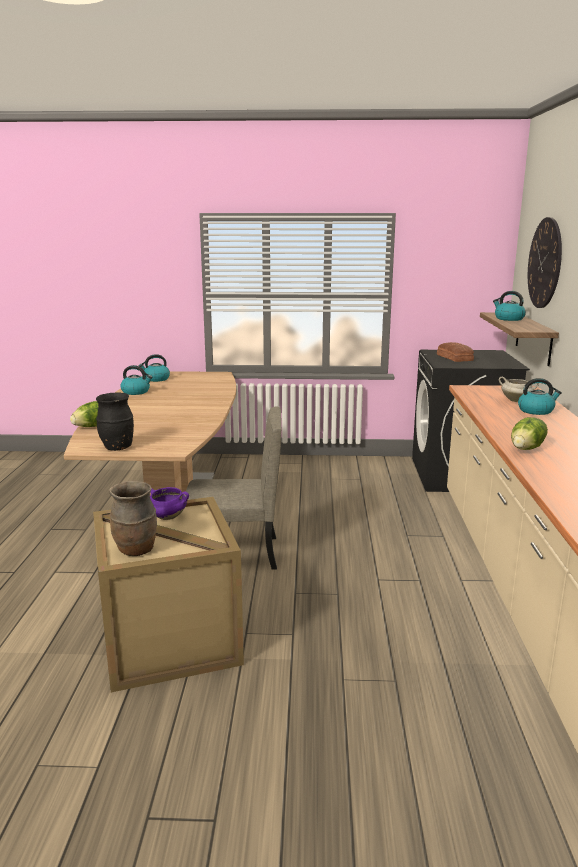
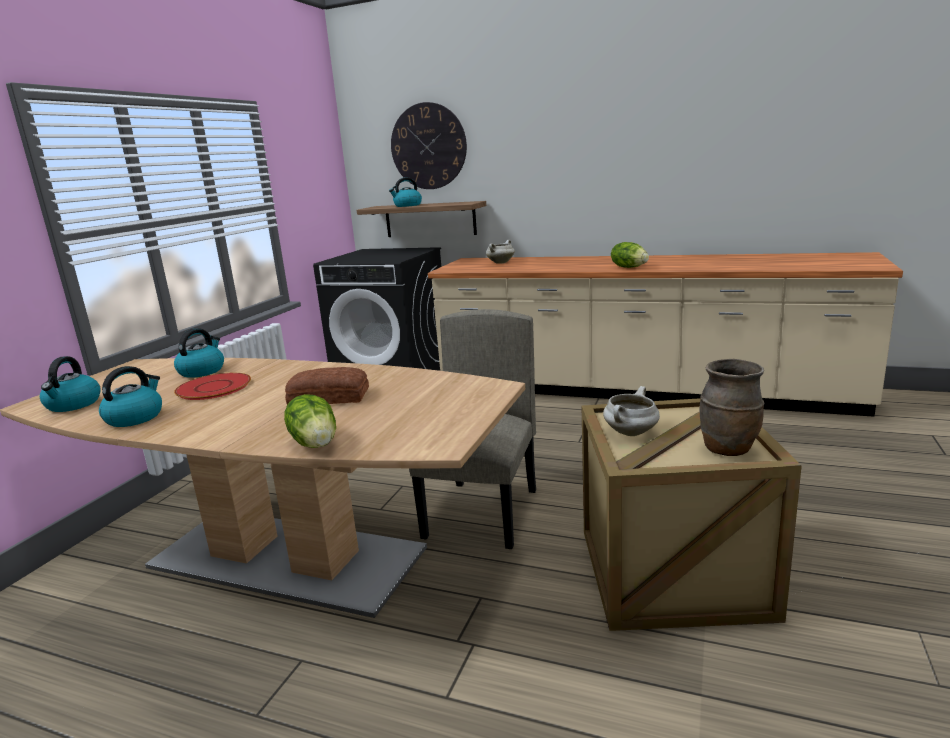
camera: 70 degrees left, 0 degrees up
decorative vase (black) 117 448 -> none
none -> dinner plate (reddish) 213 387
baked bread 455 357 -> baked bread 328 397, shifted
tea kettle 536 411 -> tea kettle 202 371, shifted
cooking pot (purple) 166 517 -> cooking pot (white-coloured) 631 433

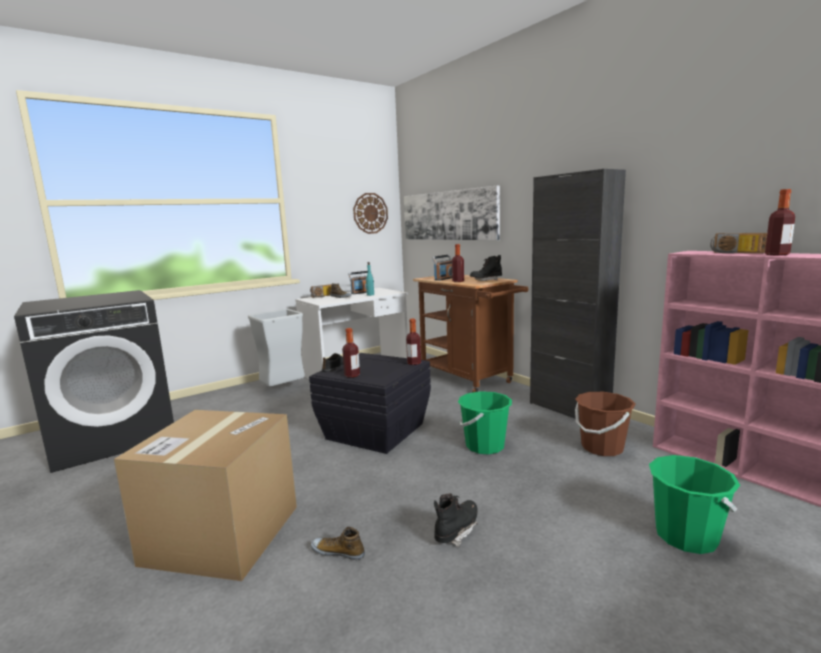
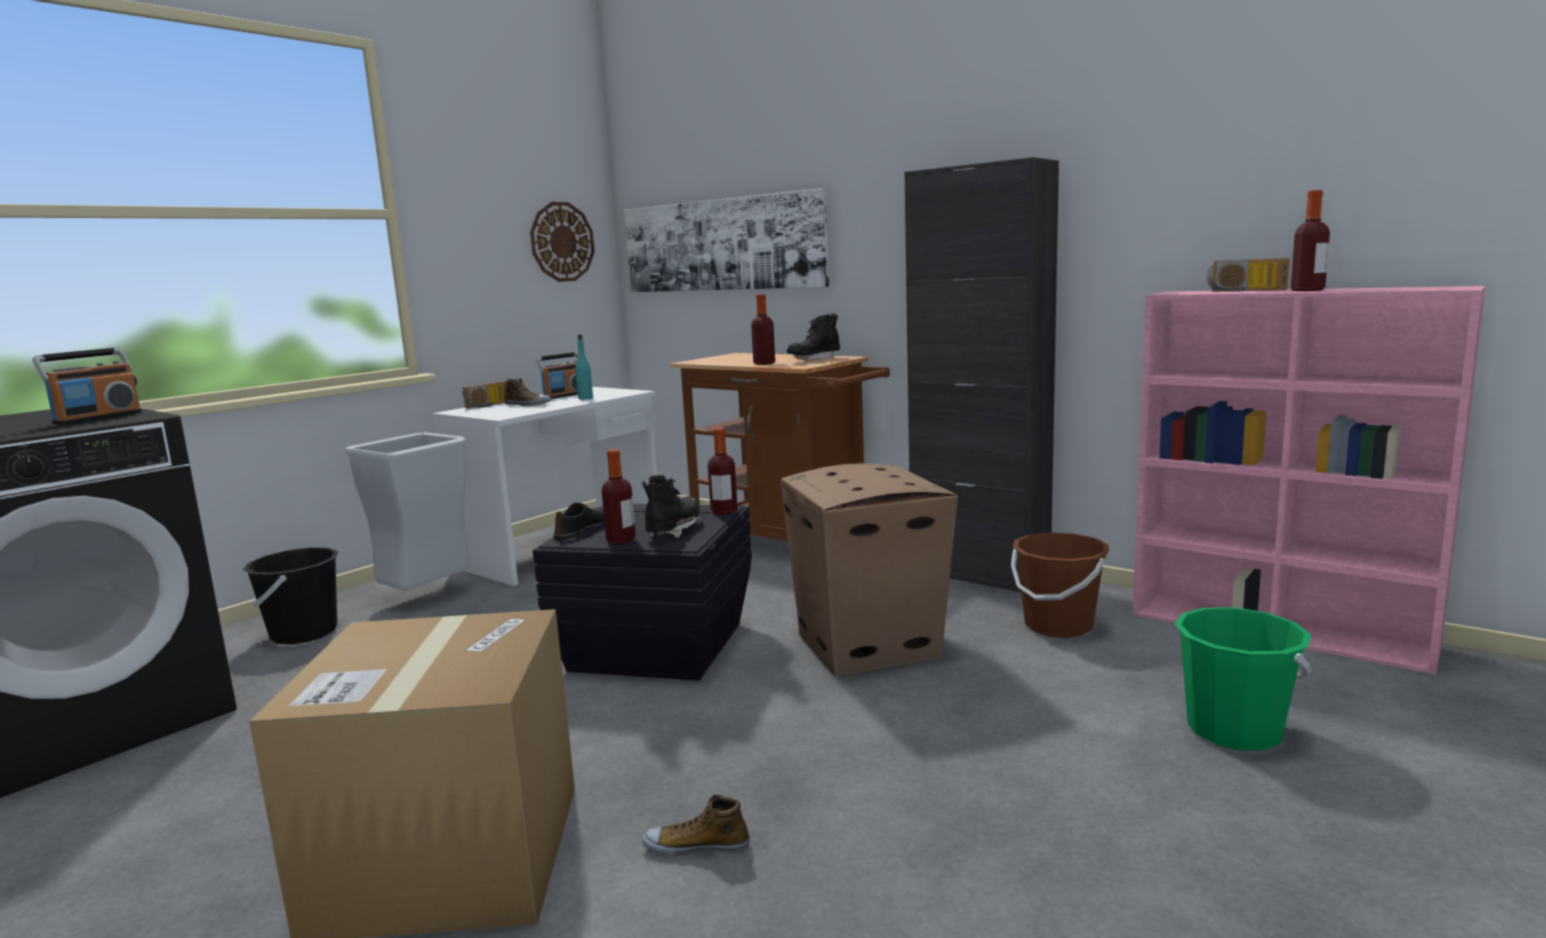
camera: 15 degrees left, 0 degrees up
none -> bucket (black) 304 633
radio 444 279 -> radio 98 418, shifted
boot (black) 456 531 -> boot (black) 674 530, shifted
bucket (greenish) 485 446 -> cardboard box 868 646

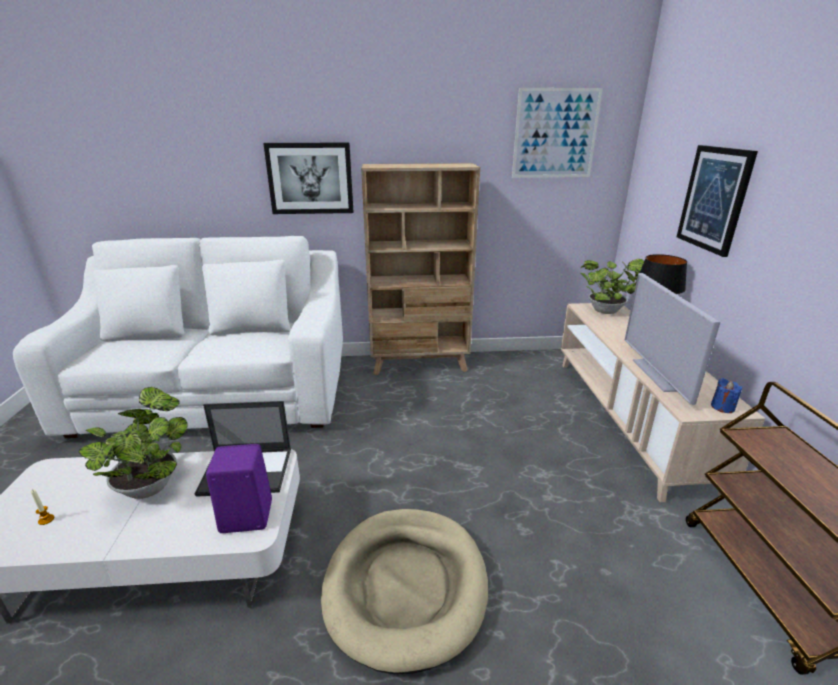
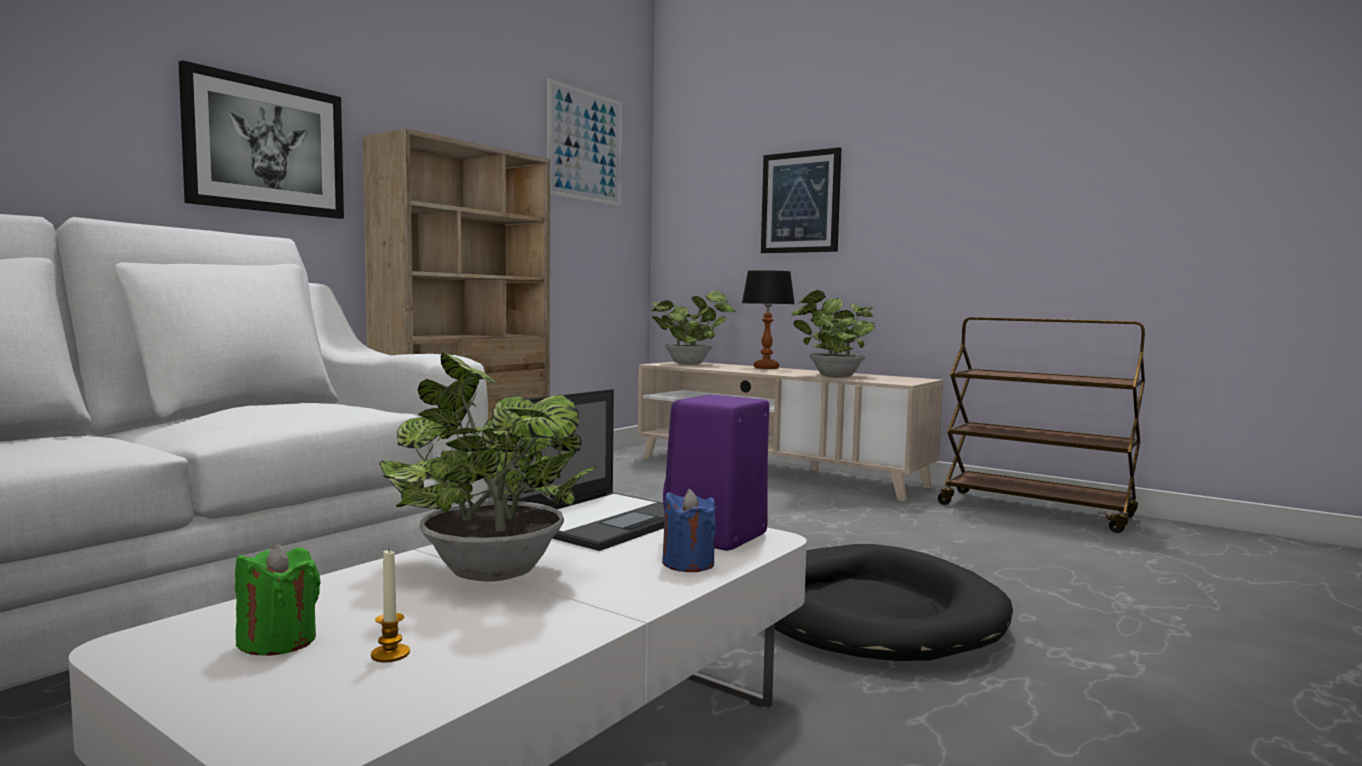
camera: 50 degrees left, 20 degrees down
none -> candle (greenish) 278 641
candle (blue) 722 407 -> candle (blue) 688 563, shifted
TV set 658 374 -> potted plant 833 376
pet bed (beige) 406 586 -> pet bed (black) 866 612

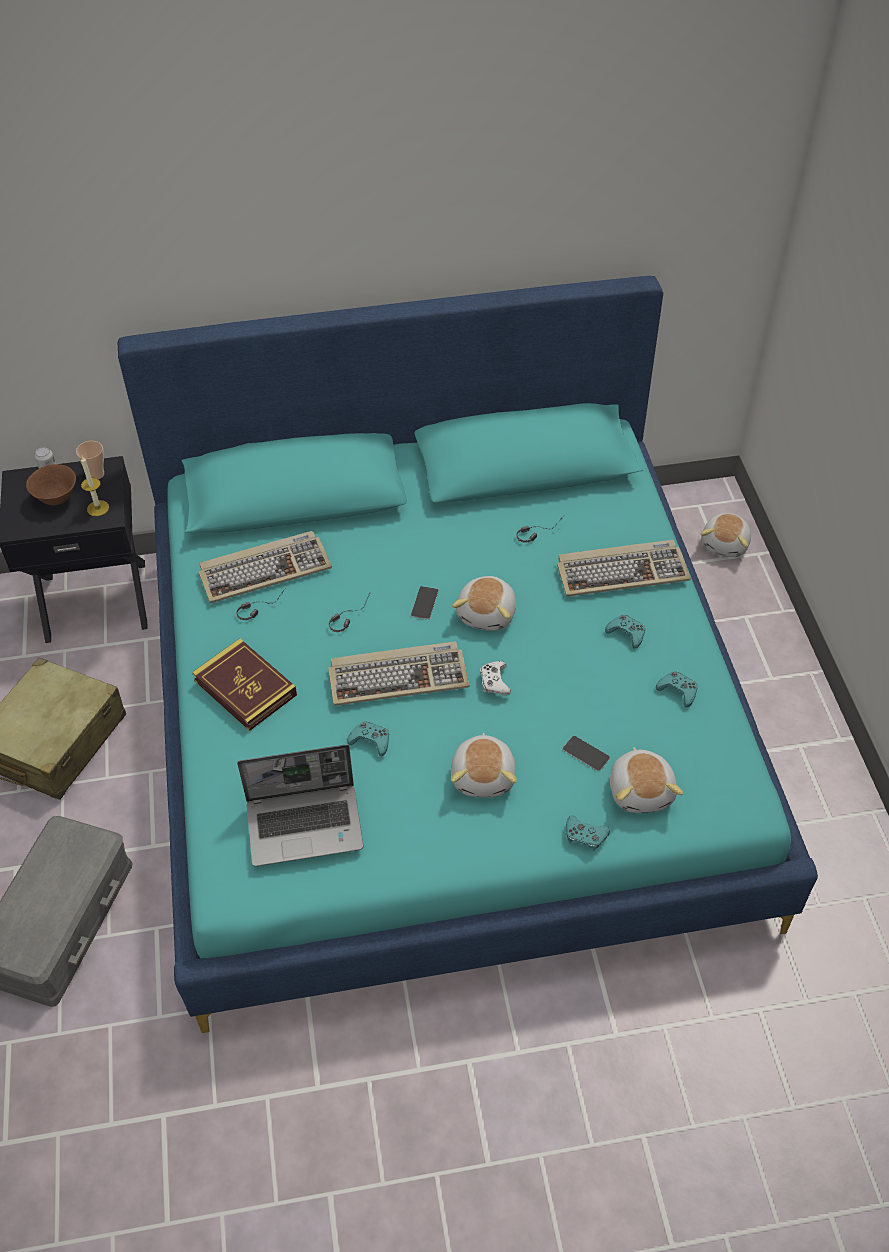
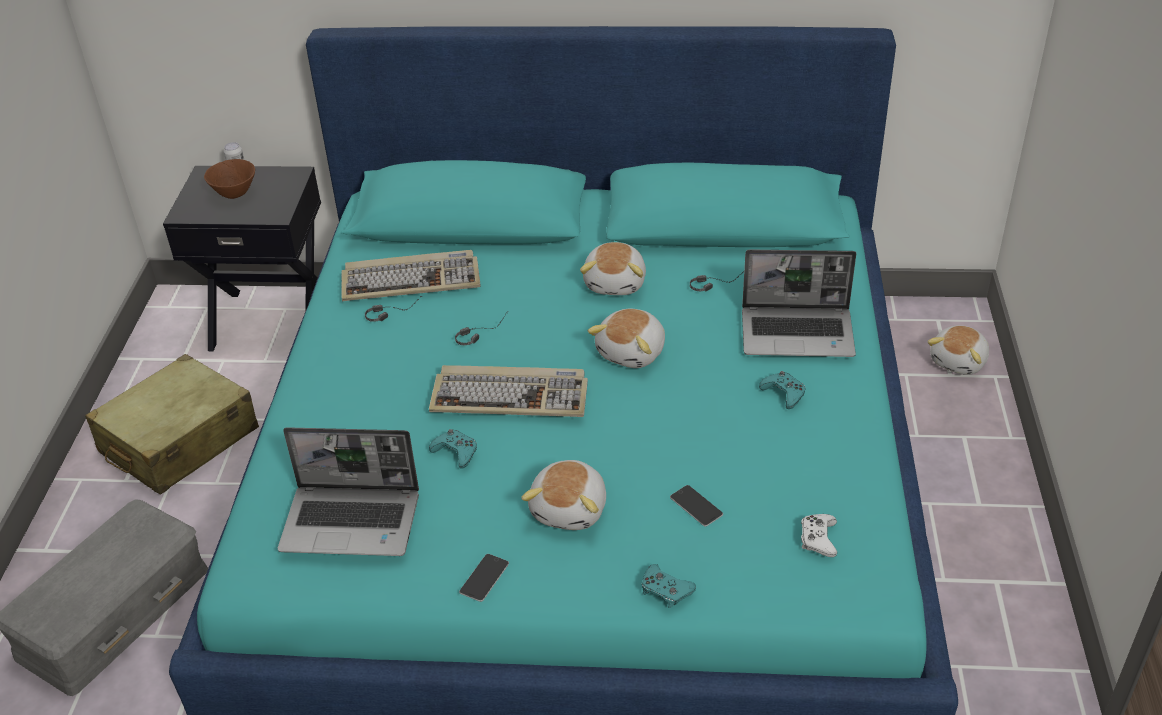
camera: 15 degrees right, 10 degrees down
drinking cup 96 474 -> none
candle 98 508 -> none
volume 245 688 -> none
joypad (turquoise) 678 691 -> none
handset 424 603 -> handset 484 577, shifted
joypad (white-coloured) 494 681 -> joypad (white-coloured) 818 539, shifted
plush toy 641 790 -> plush toy 616 283, shifted
keyboard 622 571 -> notebook computer 798 333

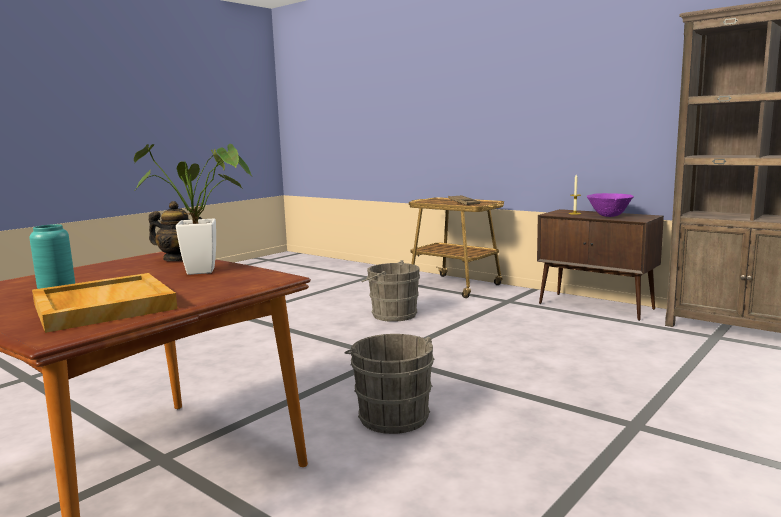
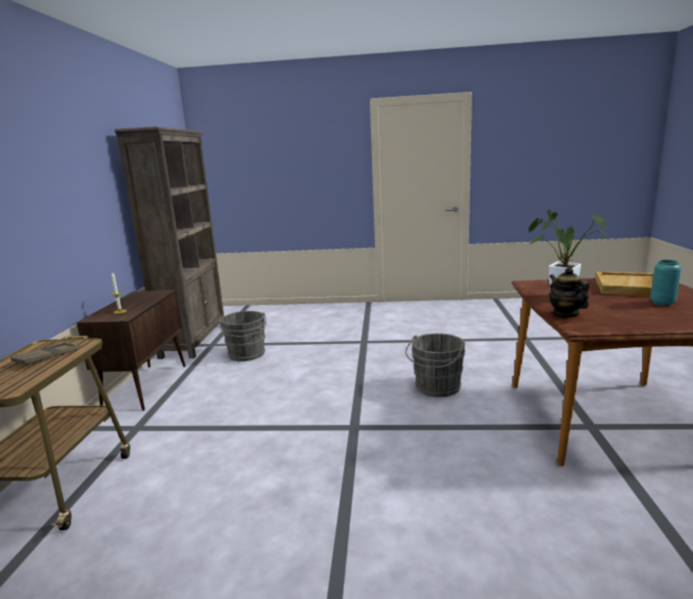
camera: 125 degrees left, 5 degrees up
deep dish (purple) 609 216 -> none
bucket (greyish) 391 314 -> bucket (greyish) 247 355, shifted

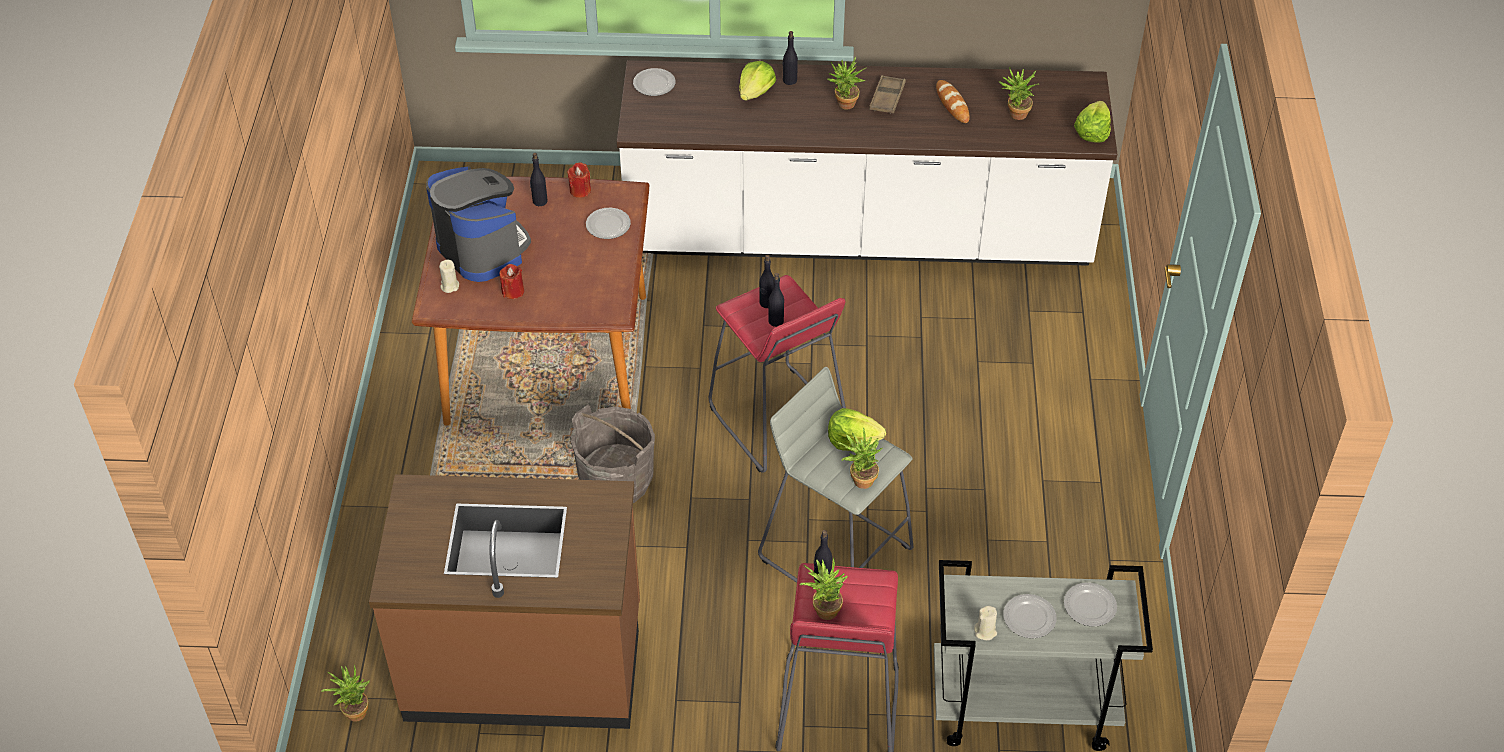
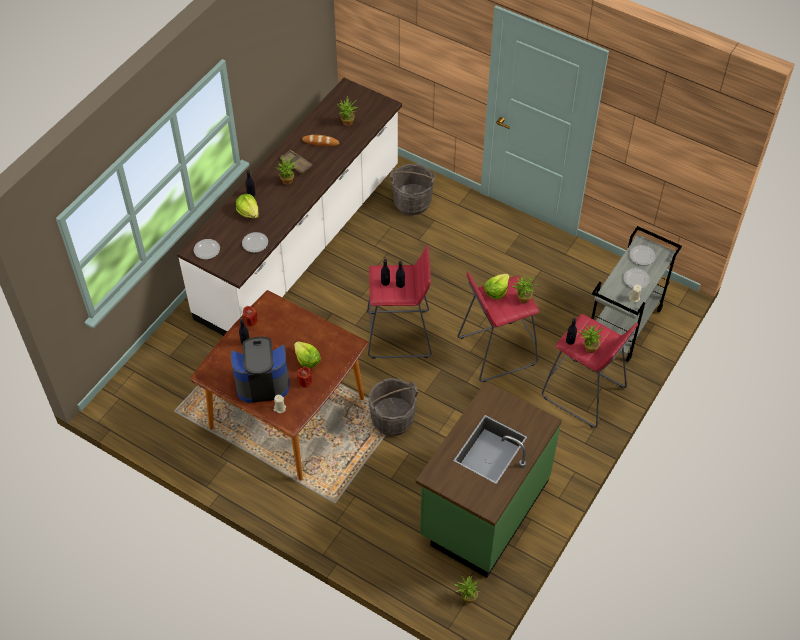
camera: 60 degrees left, 5 degrees up
none -> bucket (greyish) 412 202
dinner plate 608 225 -> dinner plate 255 243, shifted
lettuce 1092 132 -> lettuce 307 360, shifted
kitchen base unit (brown) 524 663 -> kitchen base unit (greenish) 483 509
sitting stool (greyish) 835 551 -> sitting stool (reddish) 496 351

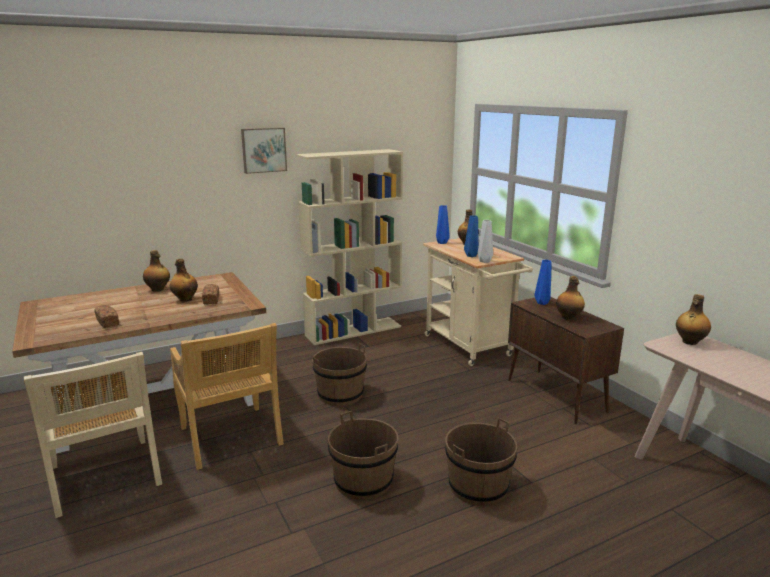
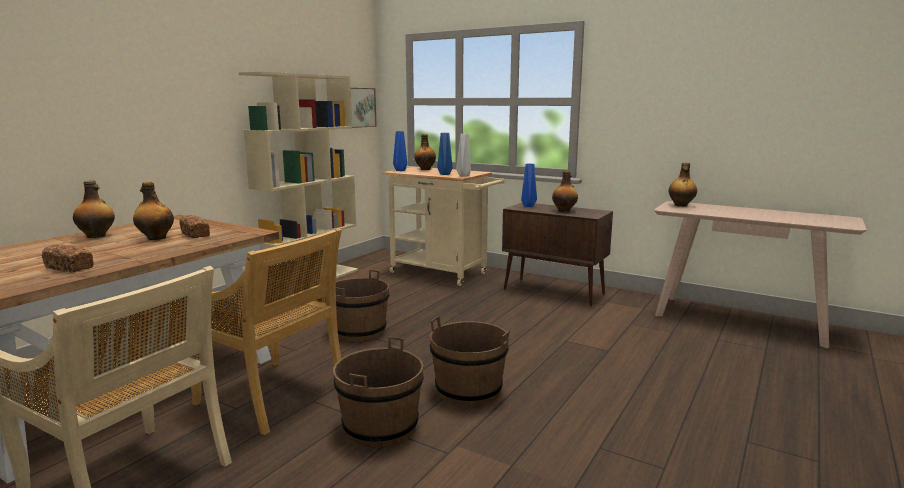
camera: 30 degrees left, 5 degrees down
picture 263 150 -> picture 360 107, shifted
bucket (brown) 478 487 -> bucket (brown) 380 427, shifted

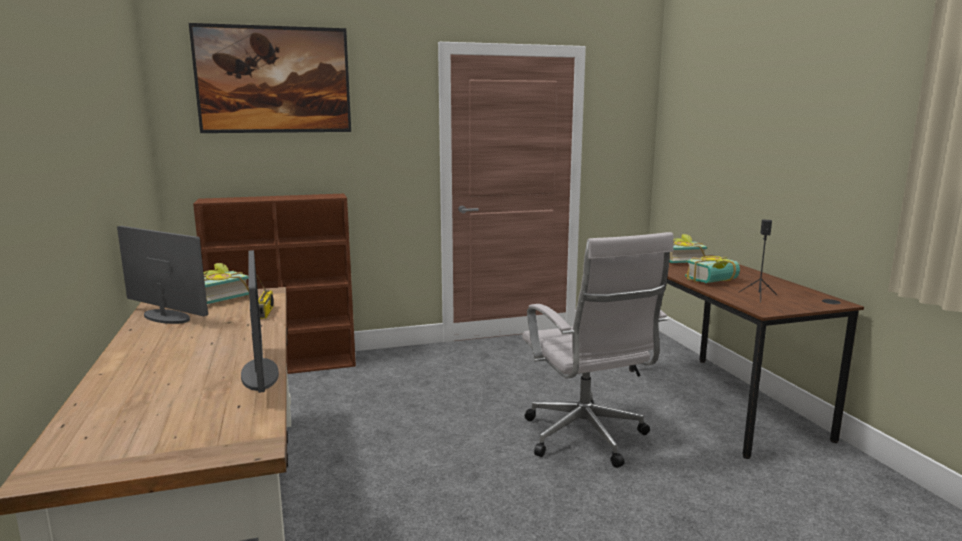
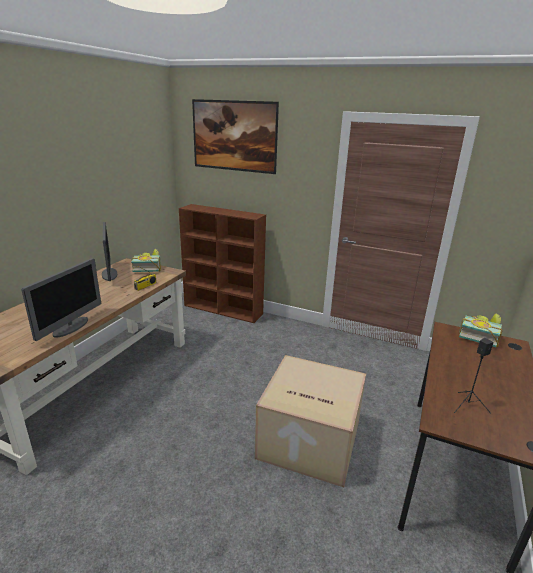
camera: 40 degrees right, 10 degrees up
volume 715 281 -> none
desk chair (white-coloured) 587 439 -> cardboard box 307 440

